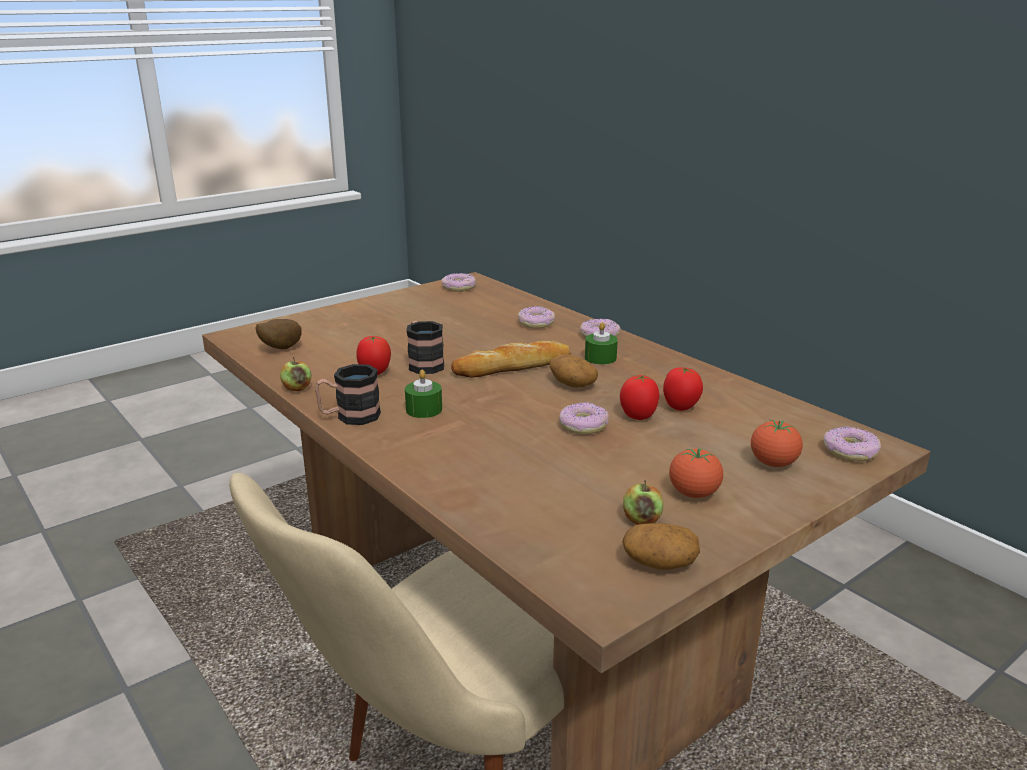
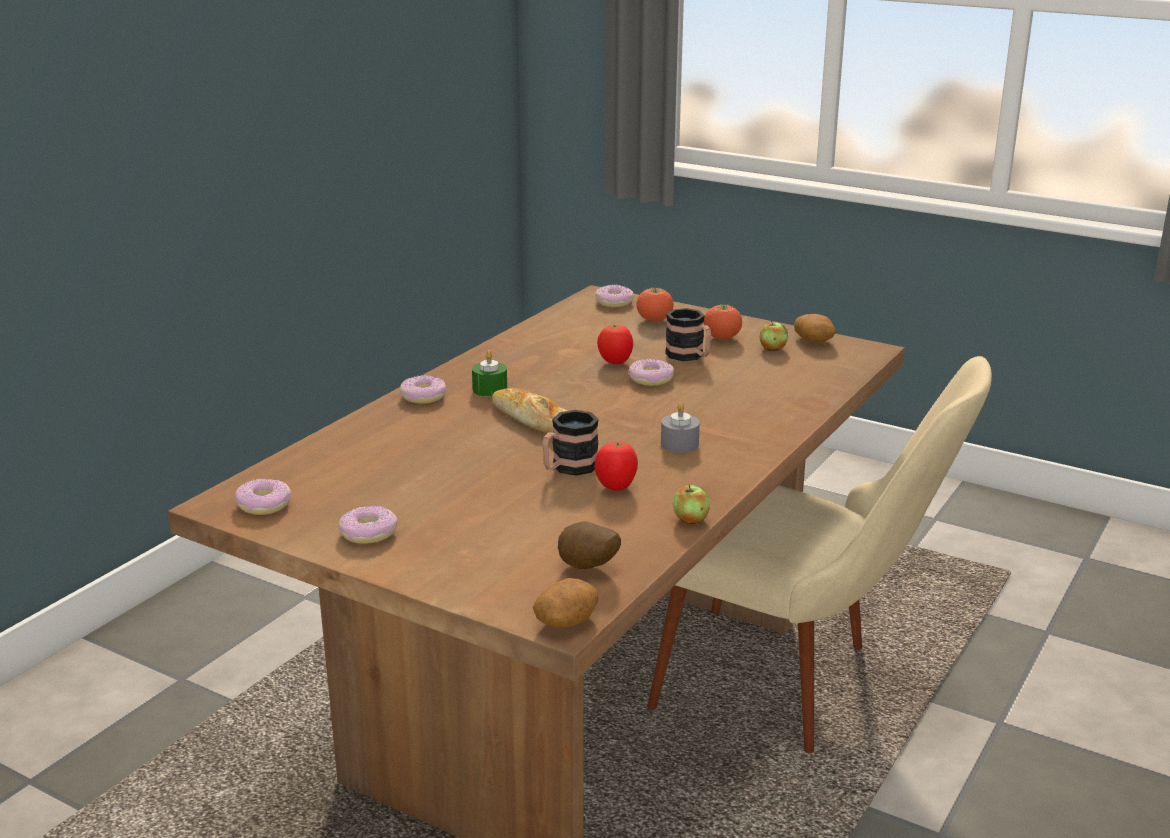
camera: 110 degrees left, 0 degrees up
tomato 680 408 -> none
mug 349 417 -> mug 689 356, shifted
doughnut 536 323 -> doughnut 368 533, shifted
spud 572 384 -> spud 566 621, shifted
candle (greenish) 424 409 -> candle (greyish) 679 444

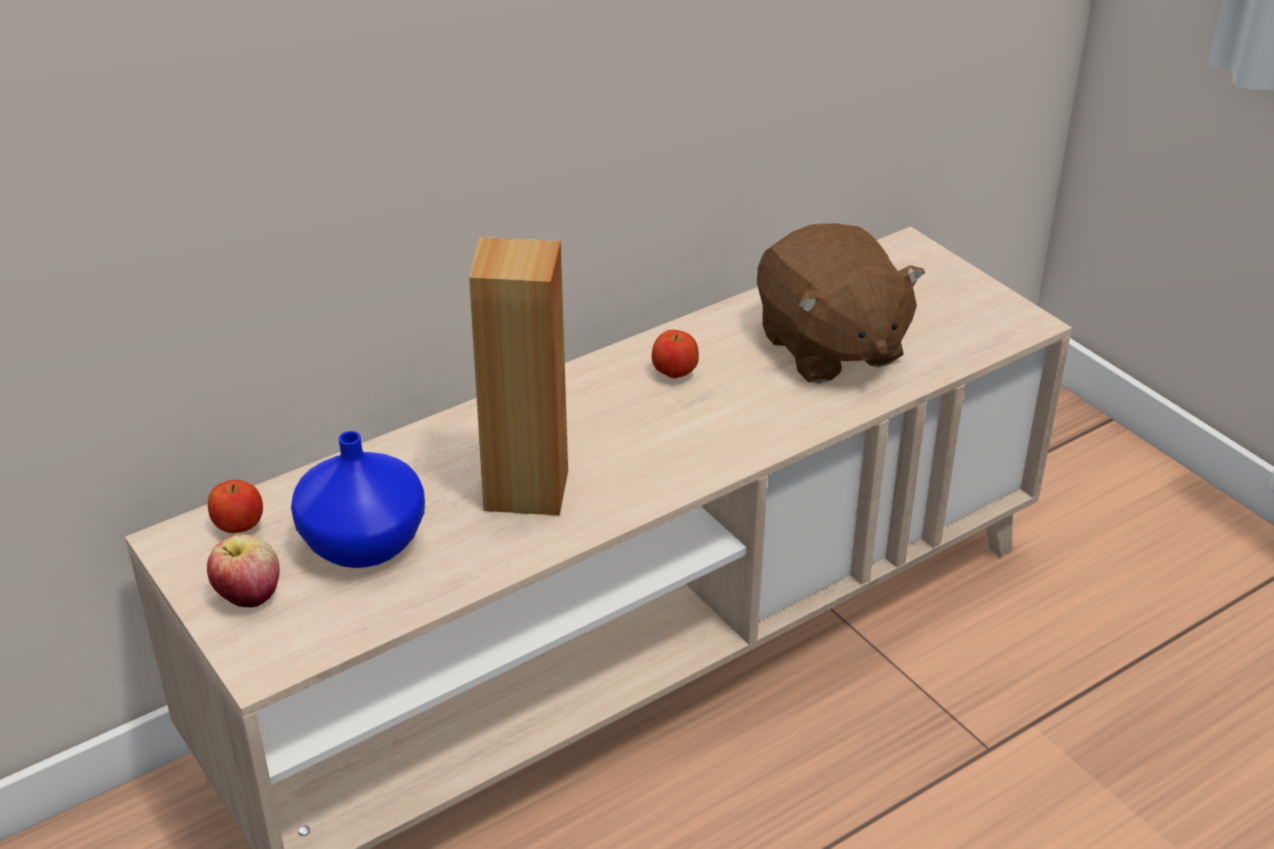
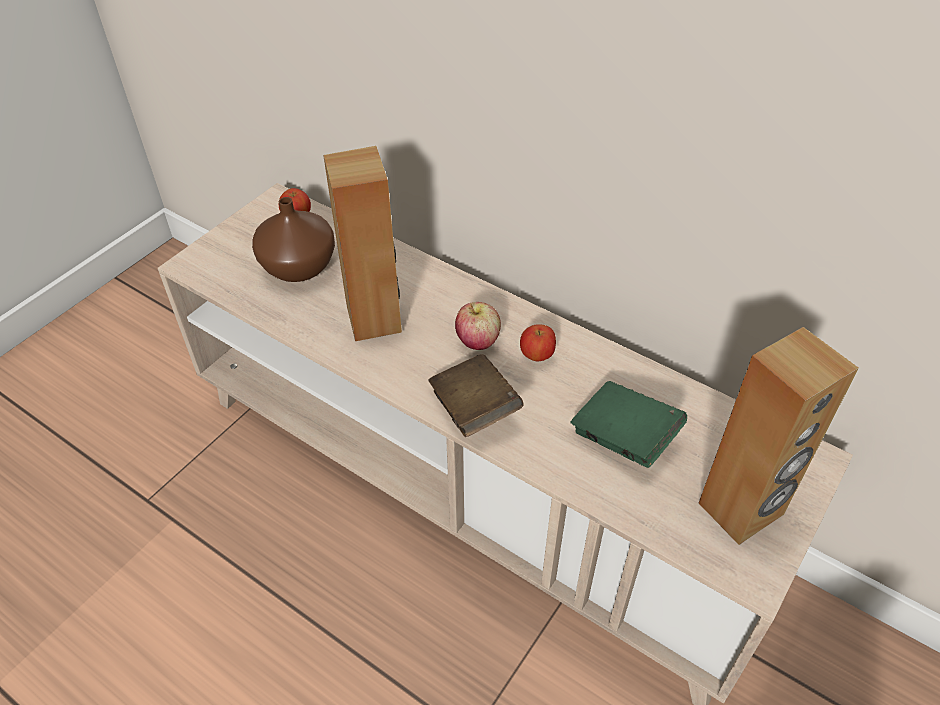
camera: 70 degrees right, 10 degrees up
none -> volume (brown) 474 409
none -> speaker (brown) 741 509
whole apple 249 596 -> whole apple 477 341, shifted
plush toy (brown) 829 347 -> volume (greenish) 624 438
decorative vase (blue) 362 545 -> decorative vase (brown) 297 267

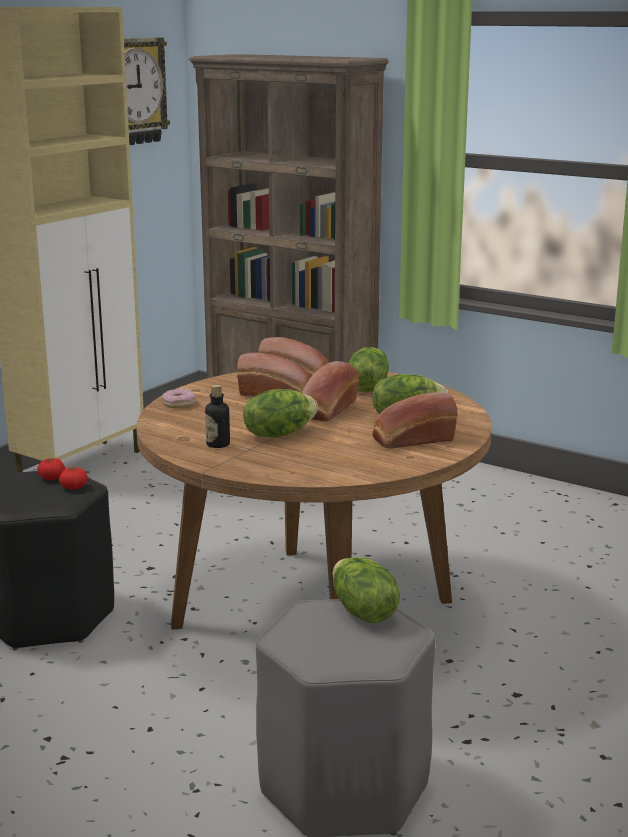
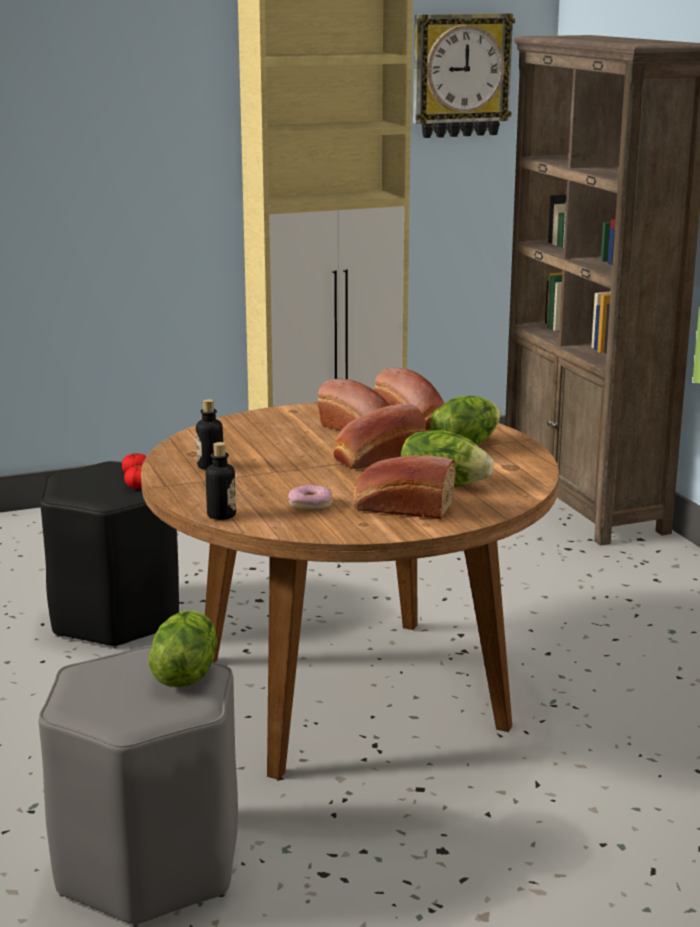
camera: 35 degrees right, 0 degrees up
lettuce 279 434 -> none
none -> beverage bottle 221 515
doughnut 179 404 -> doughnut 310 505, shifted

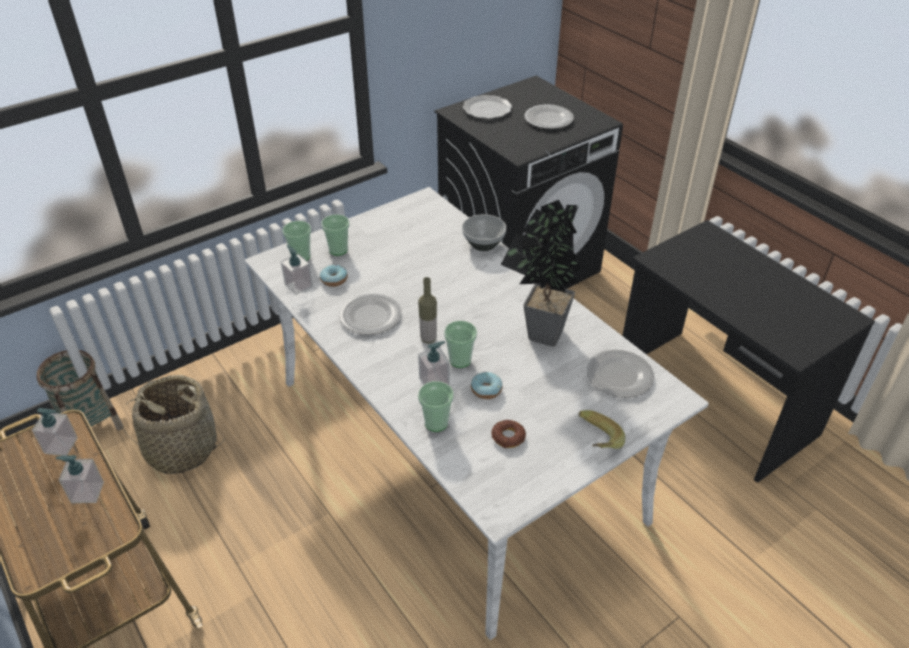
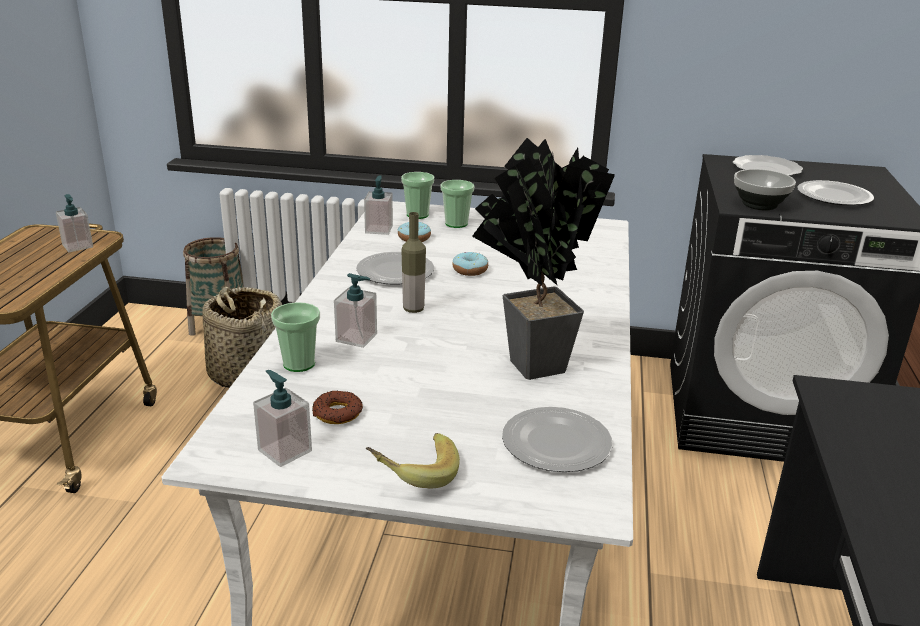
camera: 45 degrees right, 15 degrees down
drinking cup 460 360 -> none
liquid soap bottle 87 492 -> liquid soap bottle 284 450, shifted
deep dish 484 244 -> deep dish 760 205, shifted
doughnut 486 390 -> doughnut 470 270, shifted

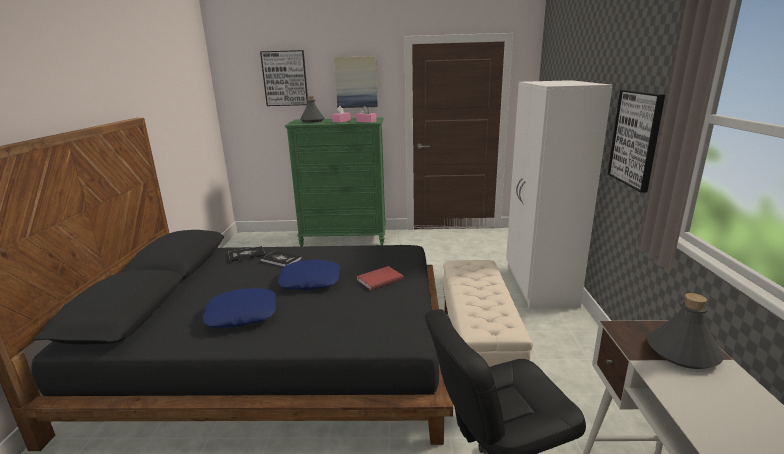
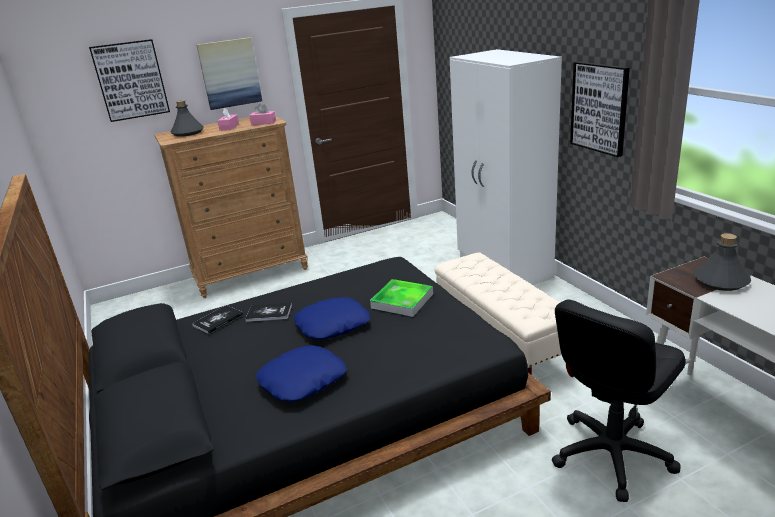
camera: 25 degrees left, 5 degrees up
volume (reddish) 379 279 -> serving tray 402 301
dresser (greenish) 344 238 -> dresser (brown) 251 273

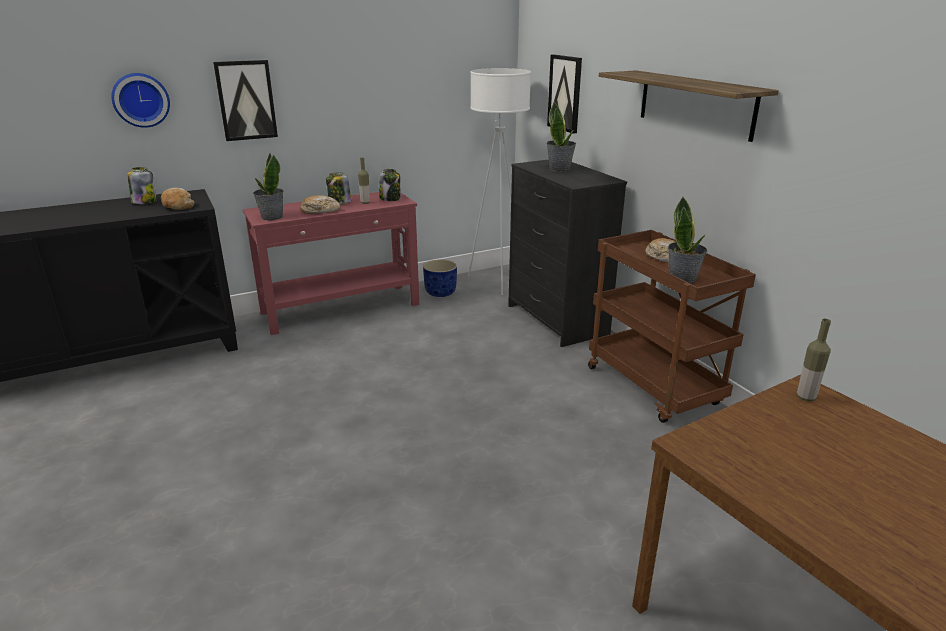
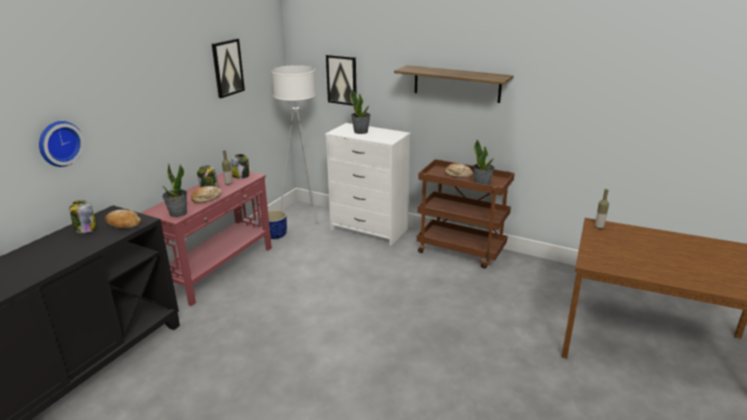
camera: 35 degrees left, 0 degrees up
picture 246 100 -> picture 227 68, shifted
dresser (black) 556 320 -> dresser (white-coloured) 369 230

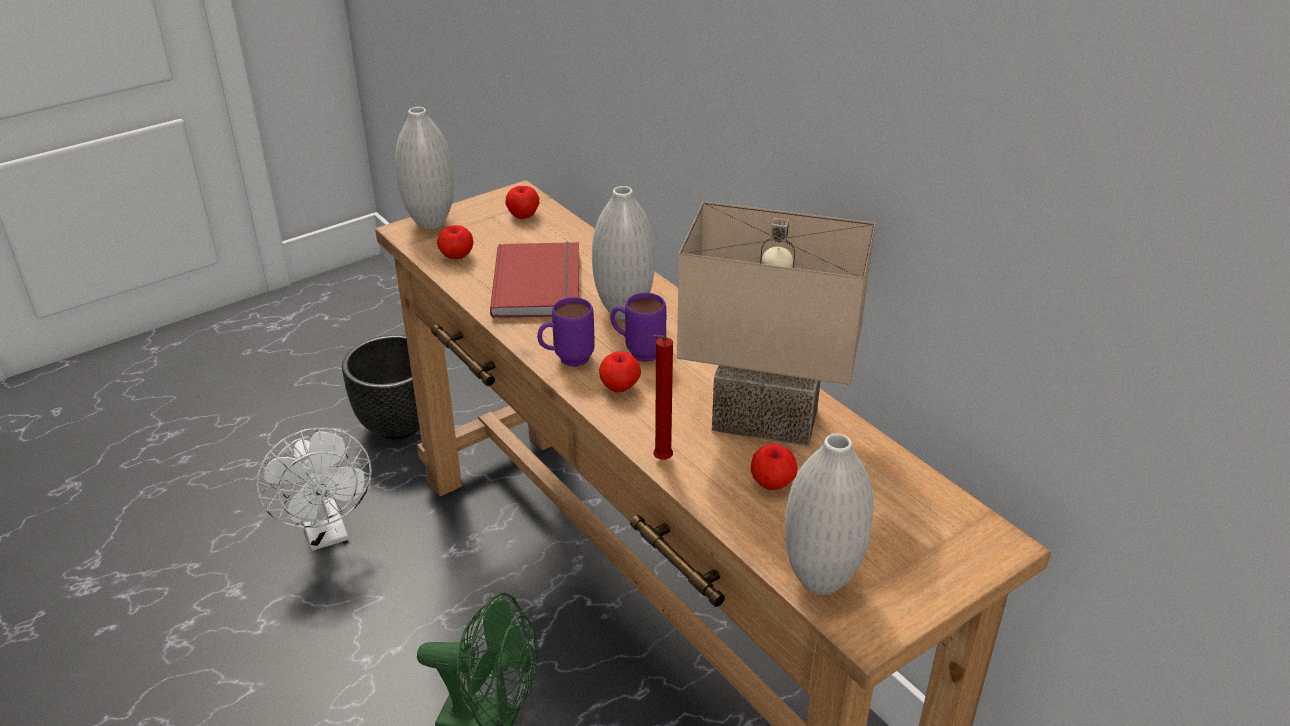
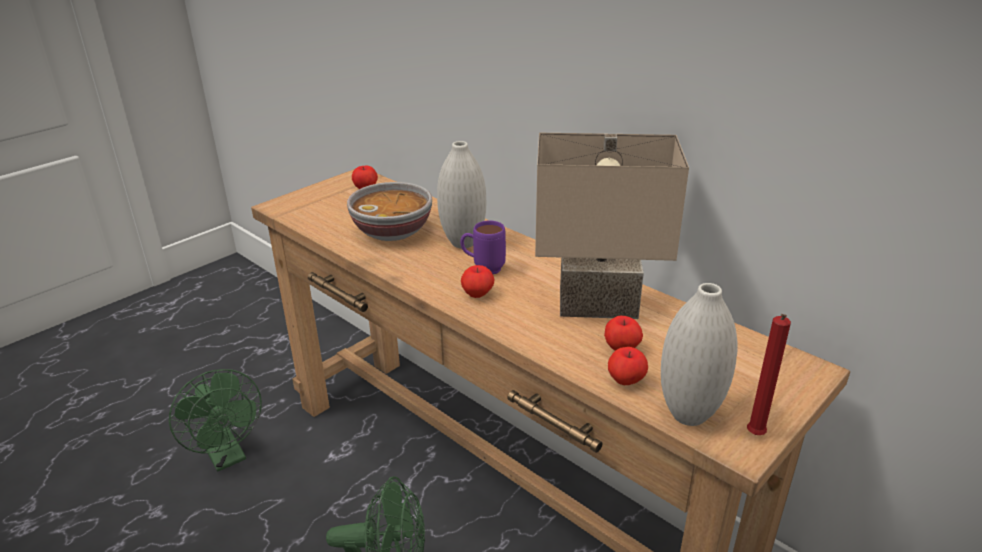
camera: 10 degrees left, 5 degrees down
planter (black) 399 425 -> none
decorative vase (white-coloured) 430 223 -> none
mug (purple) 566 360 -> none
whole apple 456 257 -> whole apple 625 381, shifted
candle (reddish) 660 461 -> candle (reddish) 754 436, shifted
volume (reddish) 541 284 -> deep dish 393 231
electric fan (white-coloured) 327 533 -> electric fan (greenish) 227 456

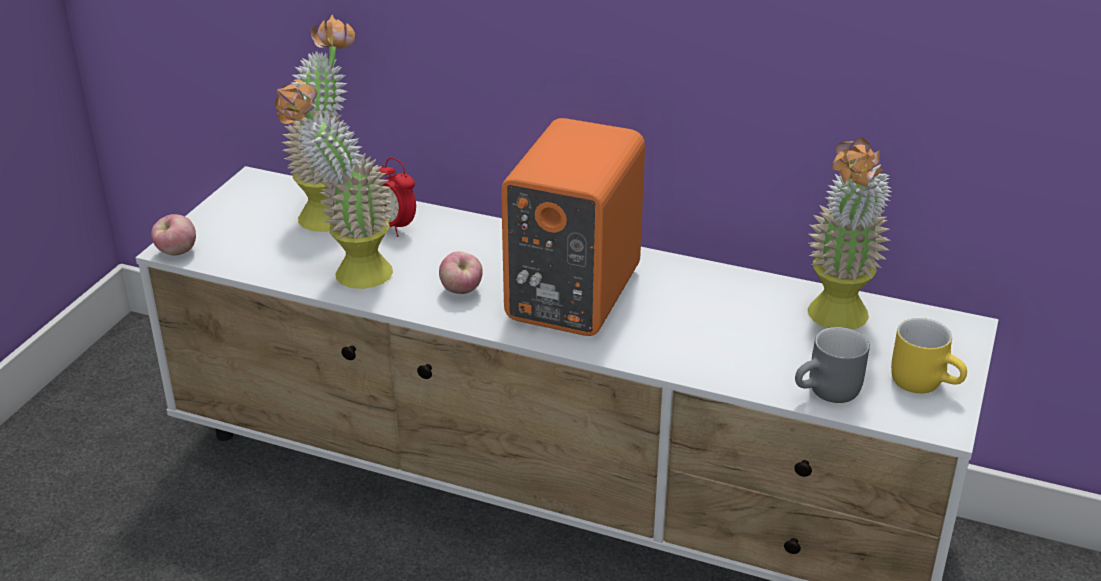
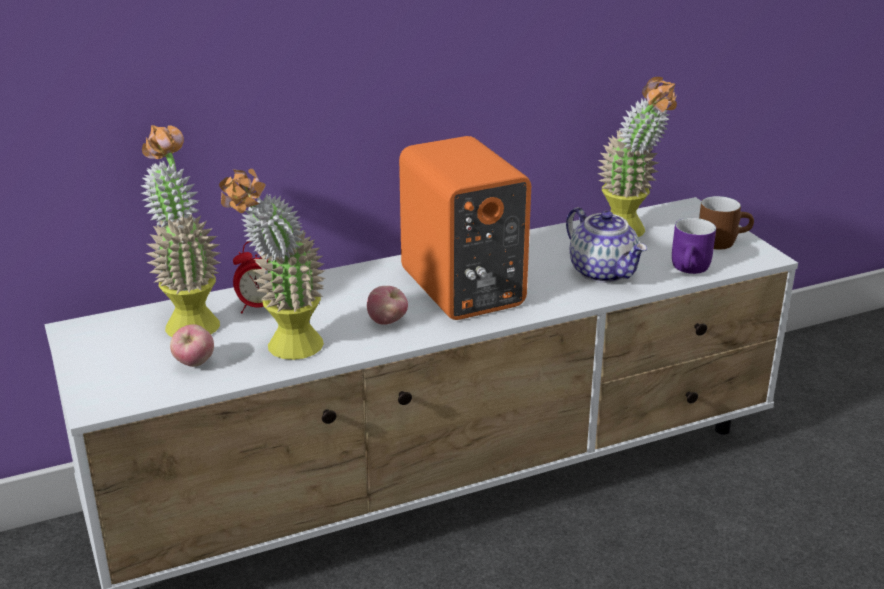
camera: 45 degrees left, 5 degrees down
none -> teapot 603 272
whole apple 177 253 -> whole apple 194 364, shifted
mug (greyish) 829 394 -> mug (purple) 692 269
mug (yellowish) 925 381 -> mug (brown) 721 241

